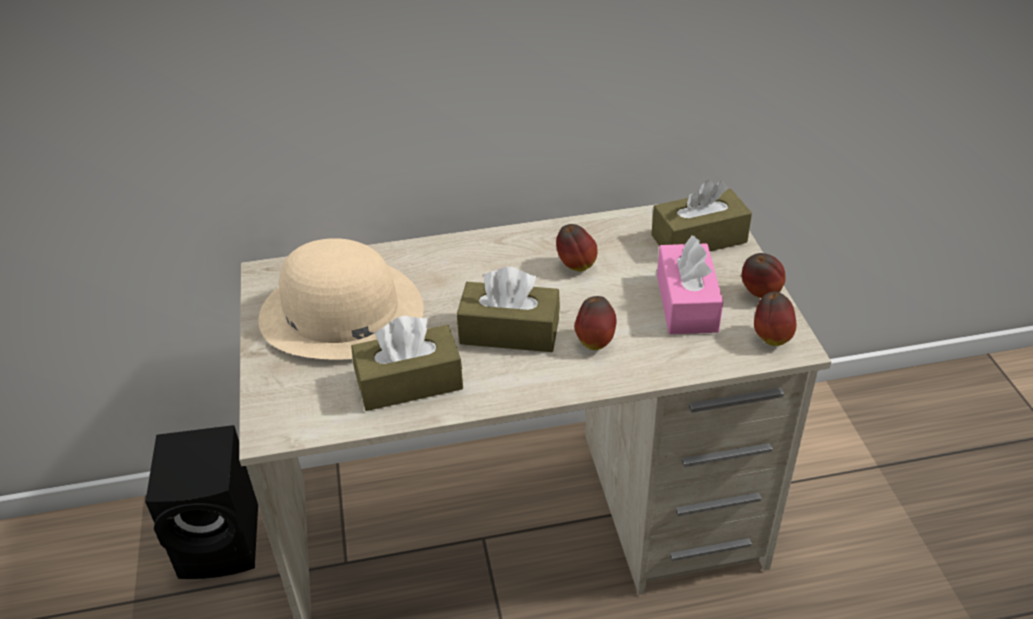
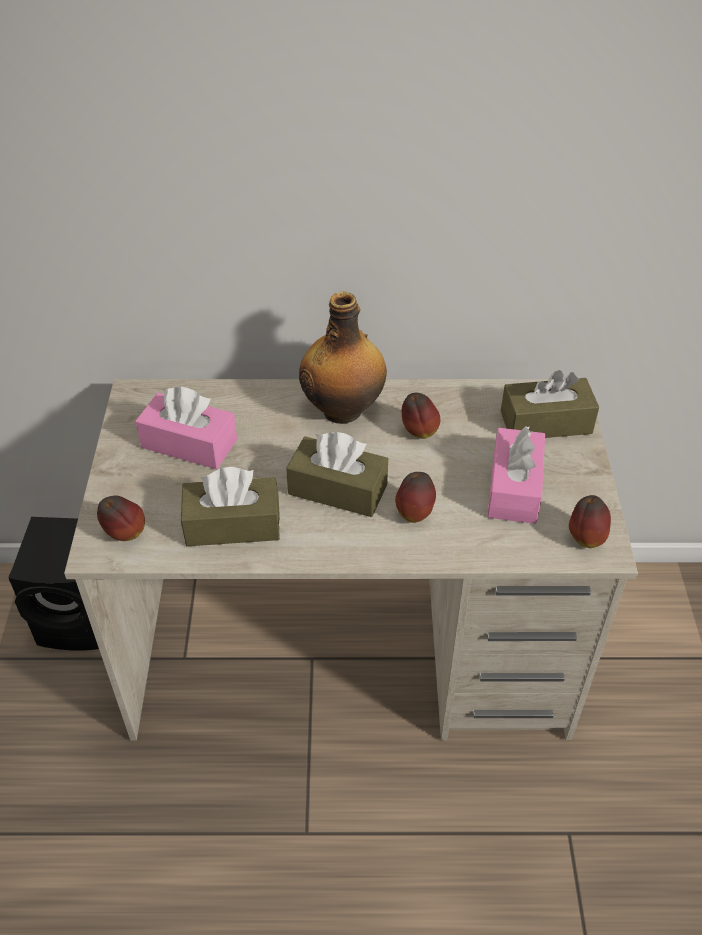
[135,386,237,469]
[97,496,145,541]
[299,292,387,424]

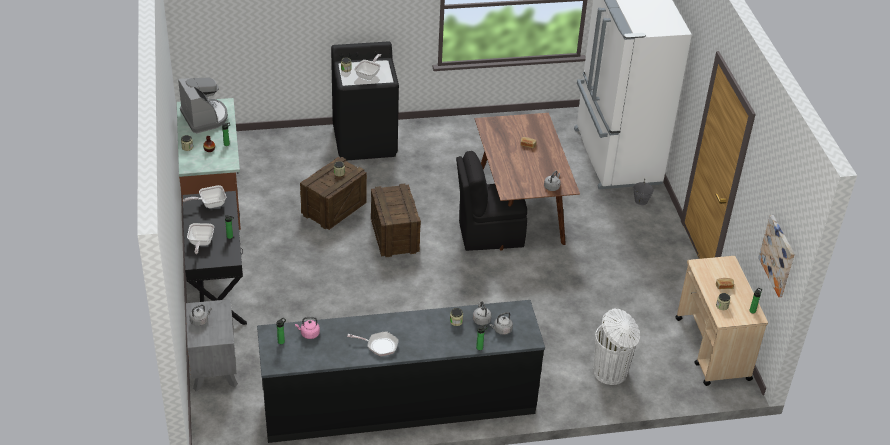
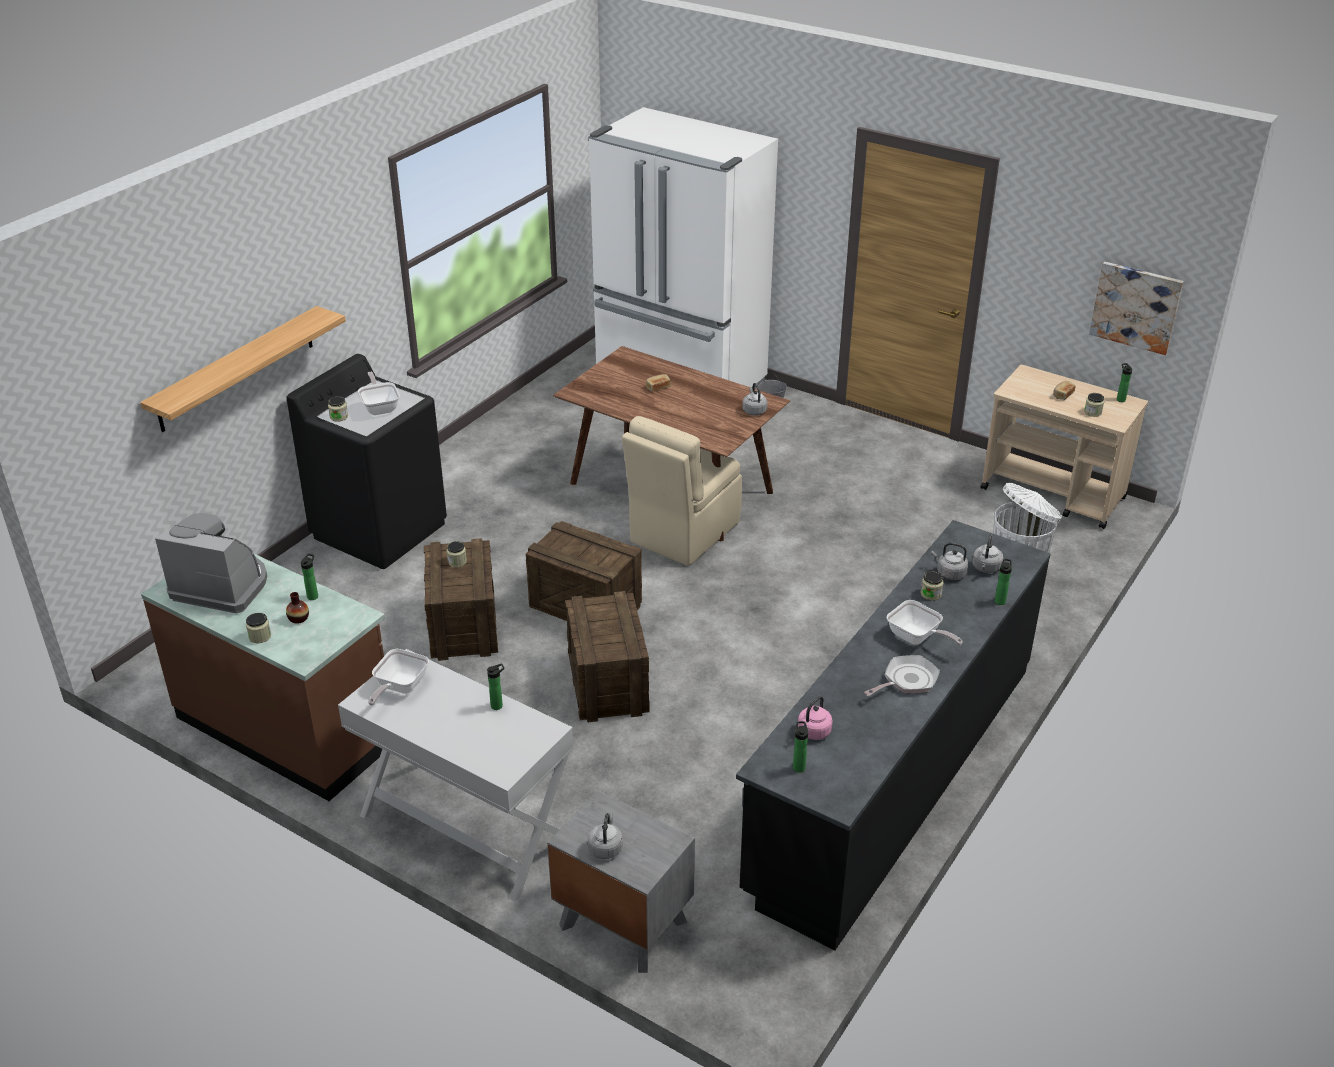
[622,416,742,566]
[338,649,574,901]
[887,600,963,646]
[140,306,346,432]
[565,591,650,722]

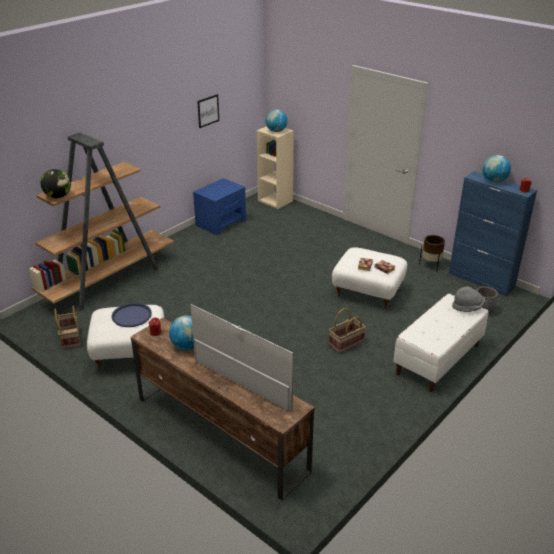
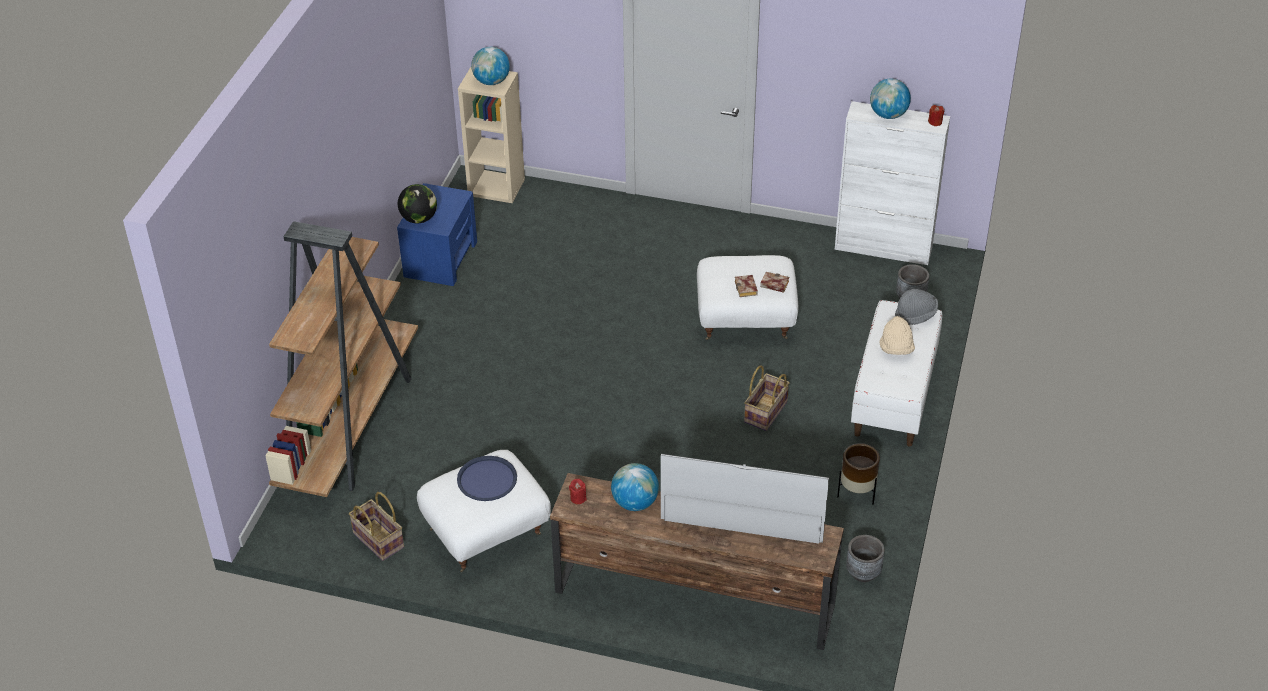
[197,94,219,128] (first image)
[398,184,437,224]
[835,101,950,265]
[837,443,880,504]
[879,316,915,355]
[846,535,885,582]

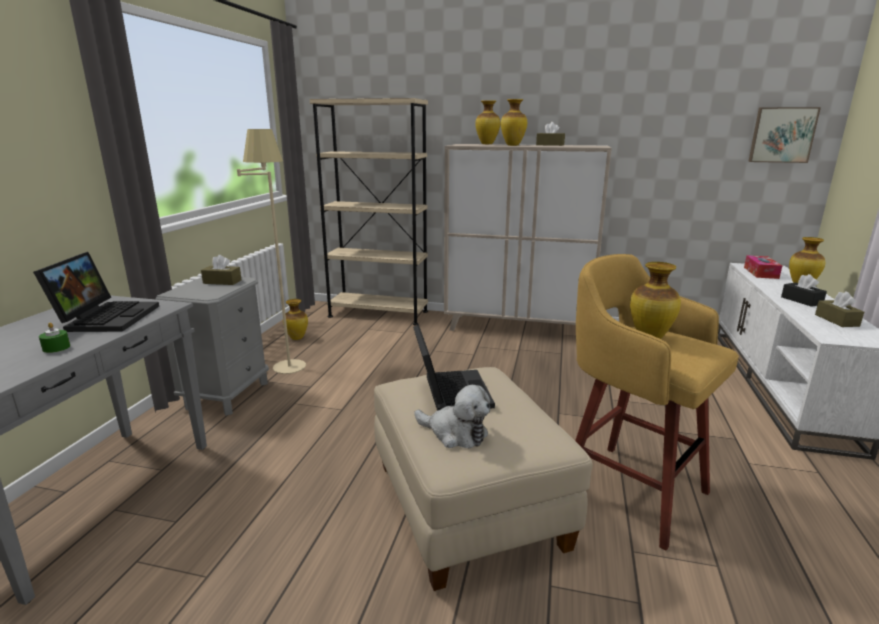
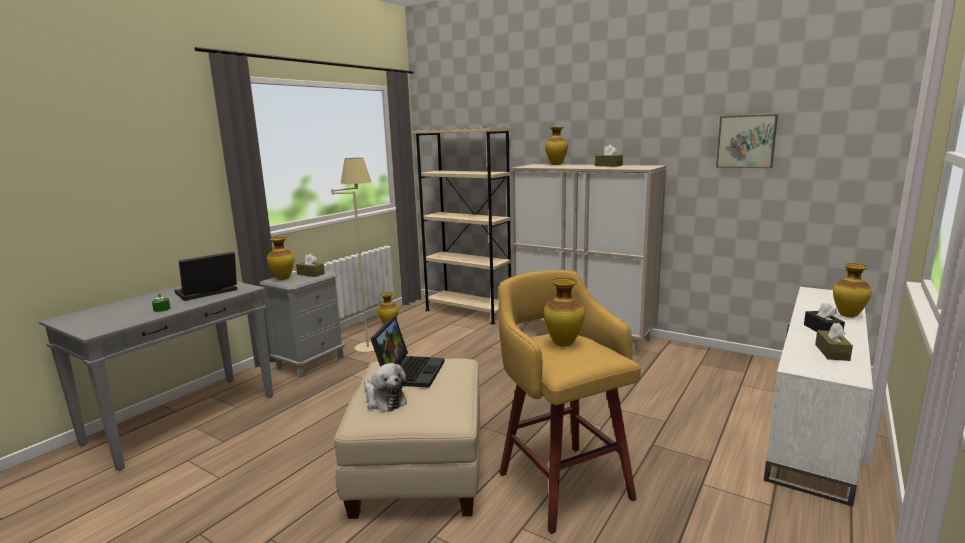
[267,237,294,280]
[716,114,778,168]
[174,252,237,301]
[744,255,782,279] (first image)

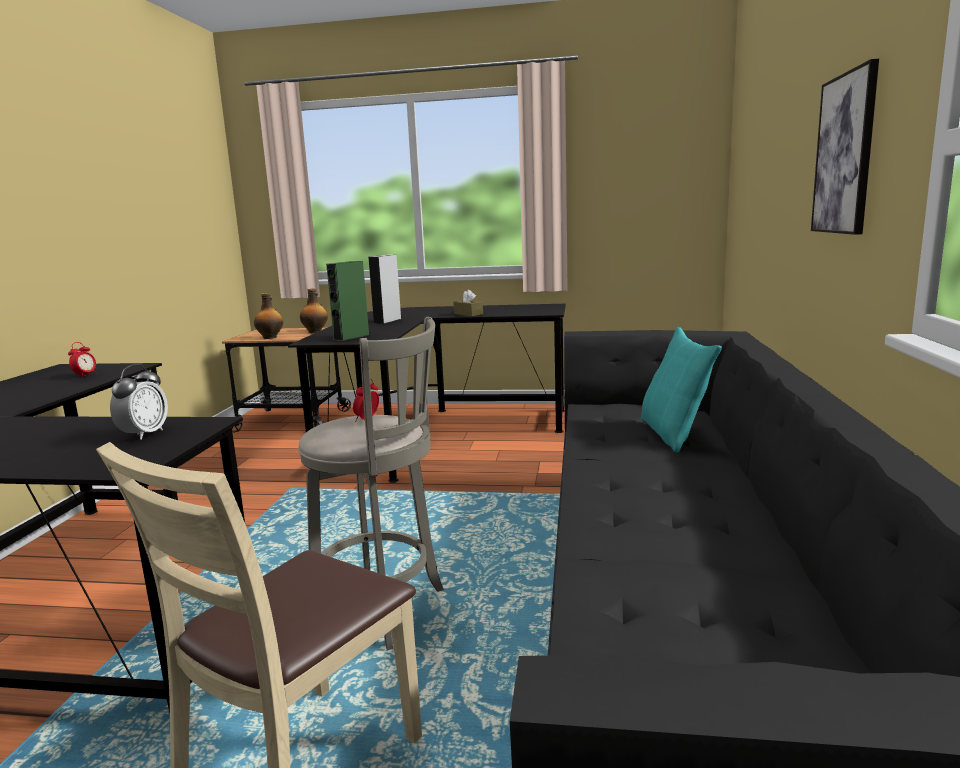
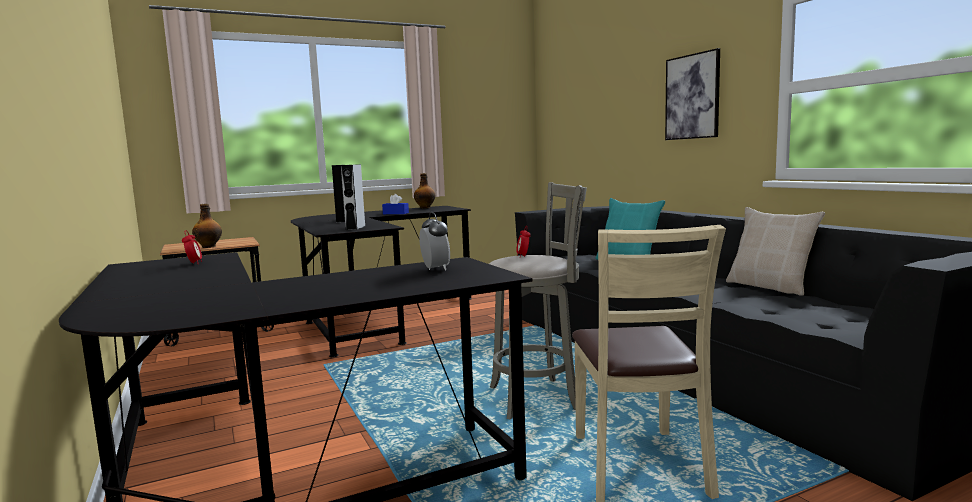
[341,164,365,230]
[414,173,435,209]
[382,194,409,214]
[726,207,825,296]

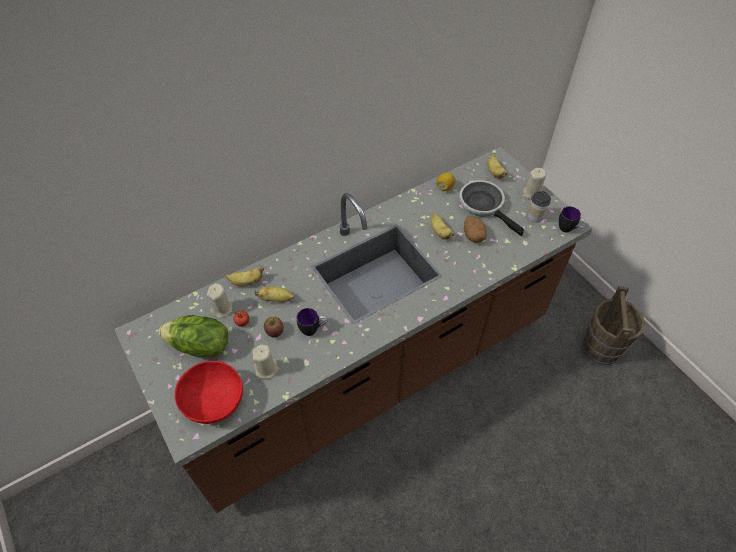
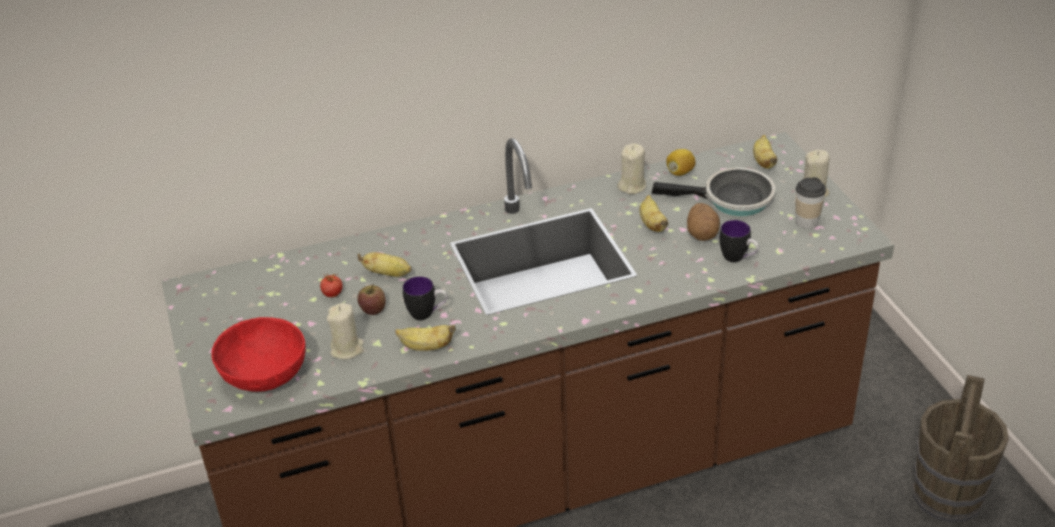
[651,167,776,216]
[720,220,759,262]
[395,325,456,351]
[617,143,646,195]
[159,315,228,357] (first image)

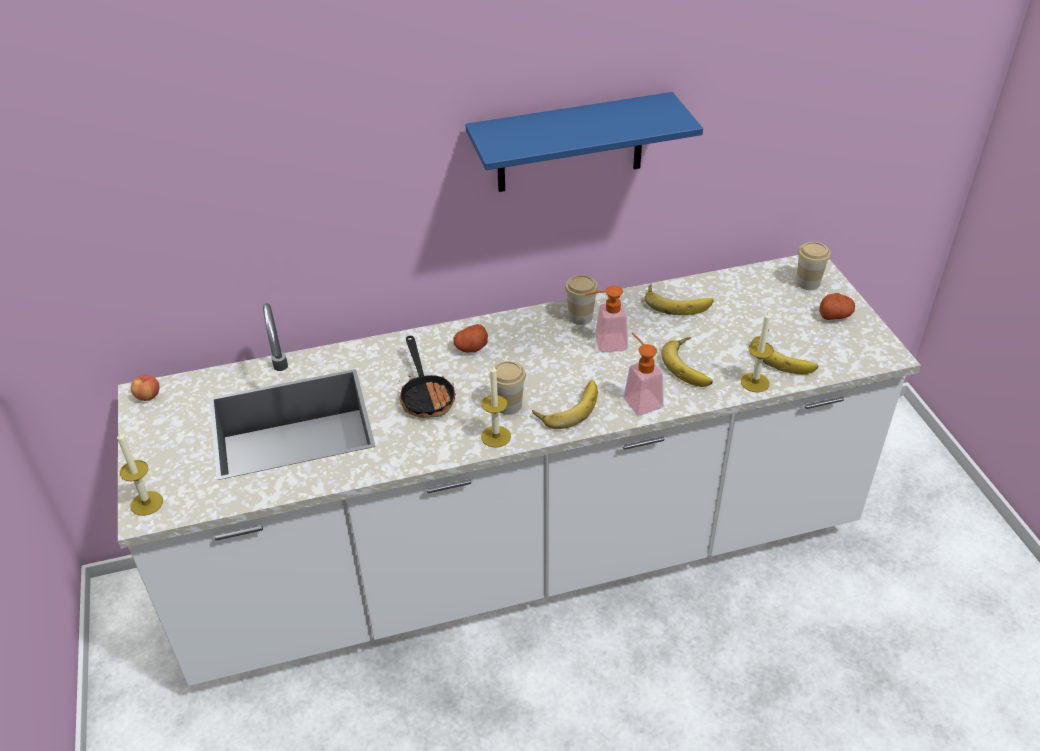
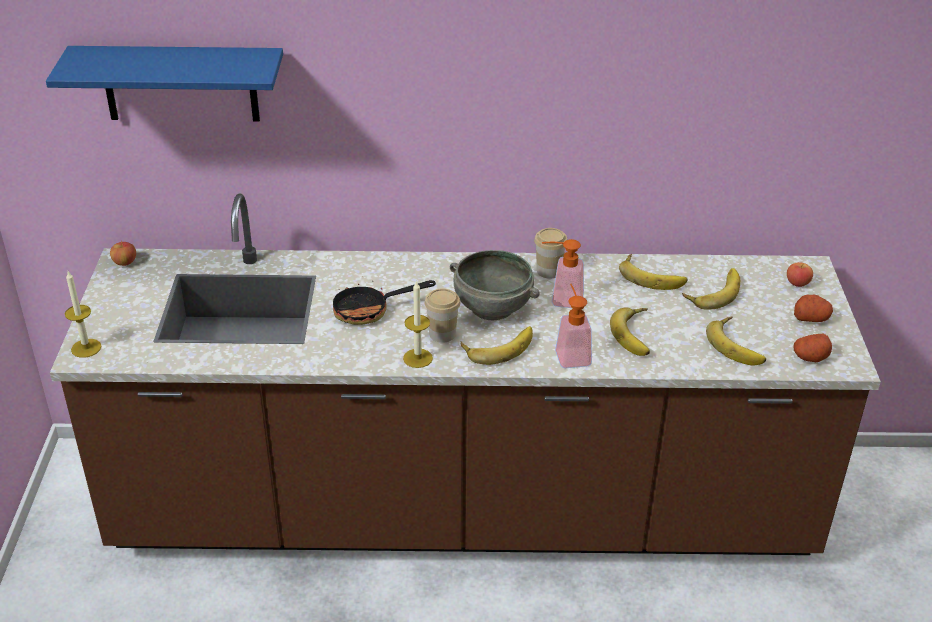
[46,46,283,121]
[787,262,813,287]
[50,194,881,555]
[741,310,774,392] (first image)
[793,334,832,362]
[333,280,436,325]
[450,250,539,320]
[682,268,740,310]

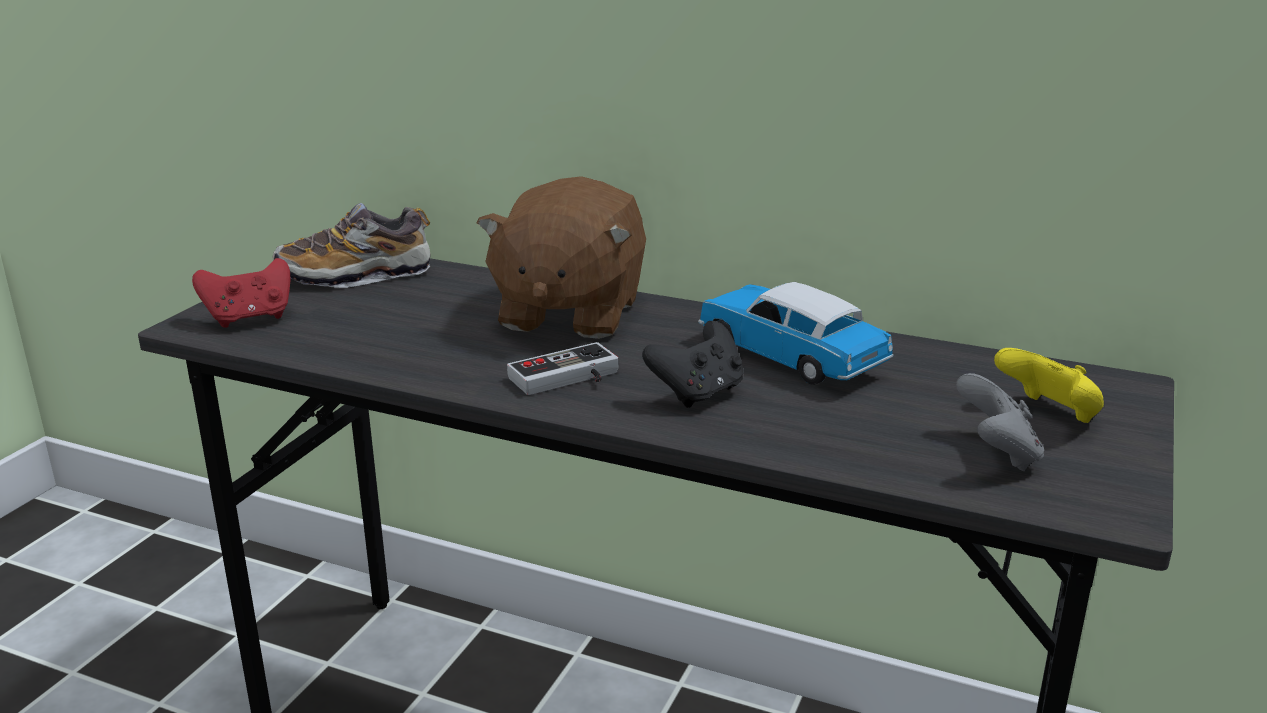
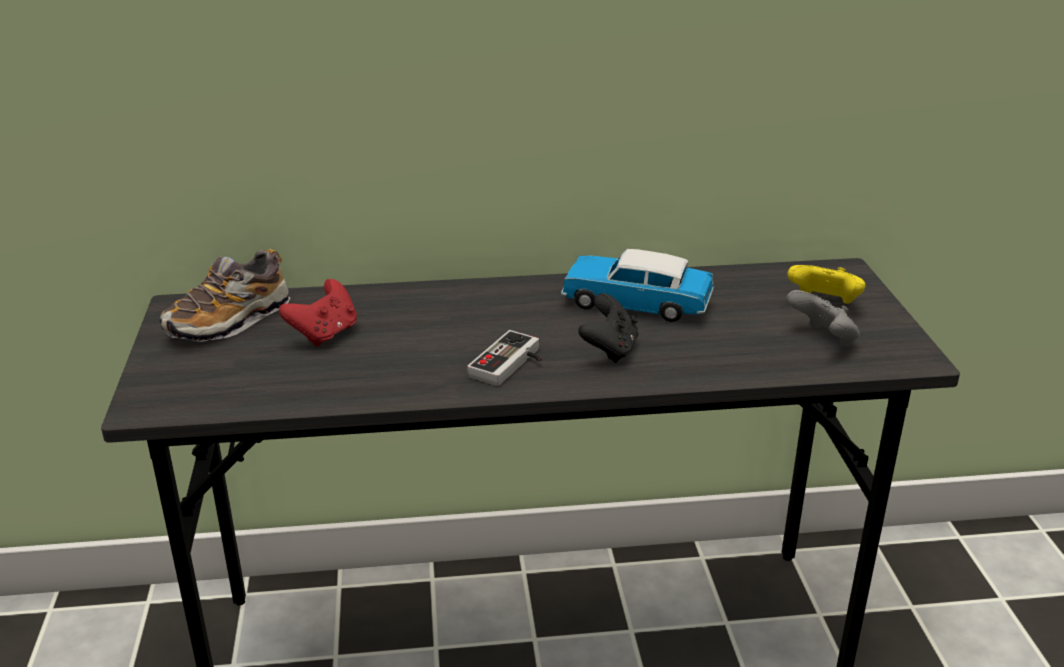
[477,176,646,339] (first image)
[279,279,357,347]

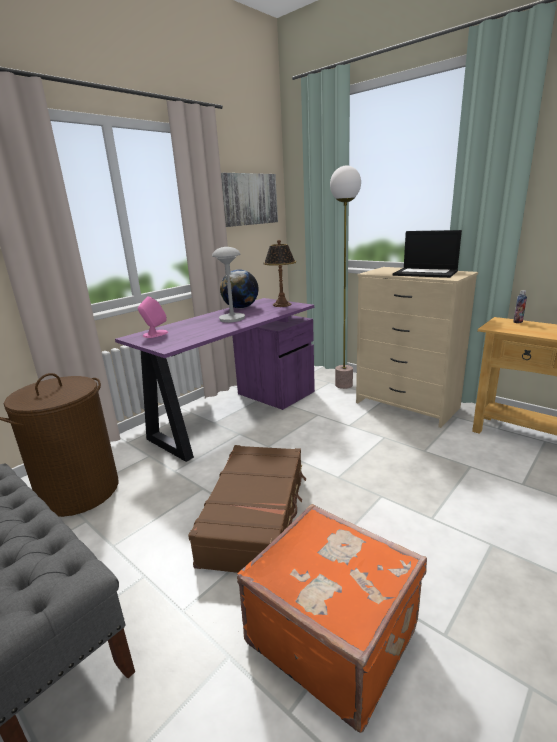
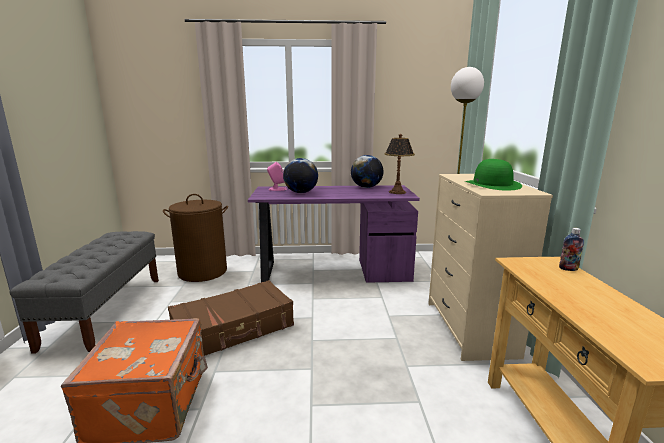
[221,173,278,227] (first image)
[465,159,522,190]
[212,247,245,323] (first image)
[283,158,318,193]

